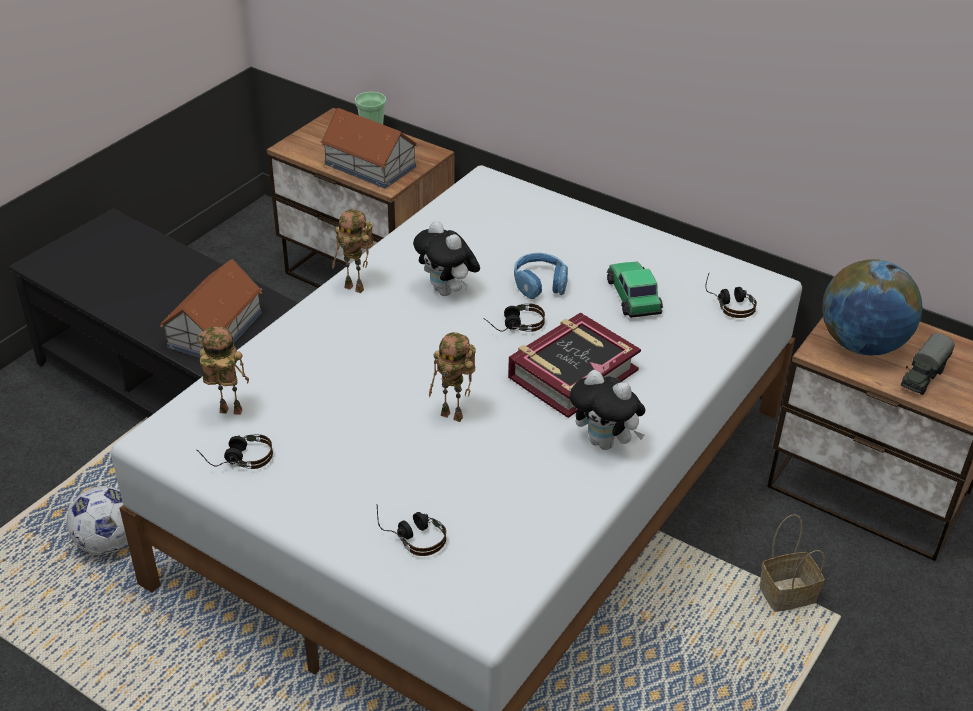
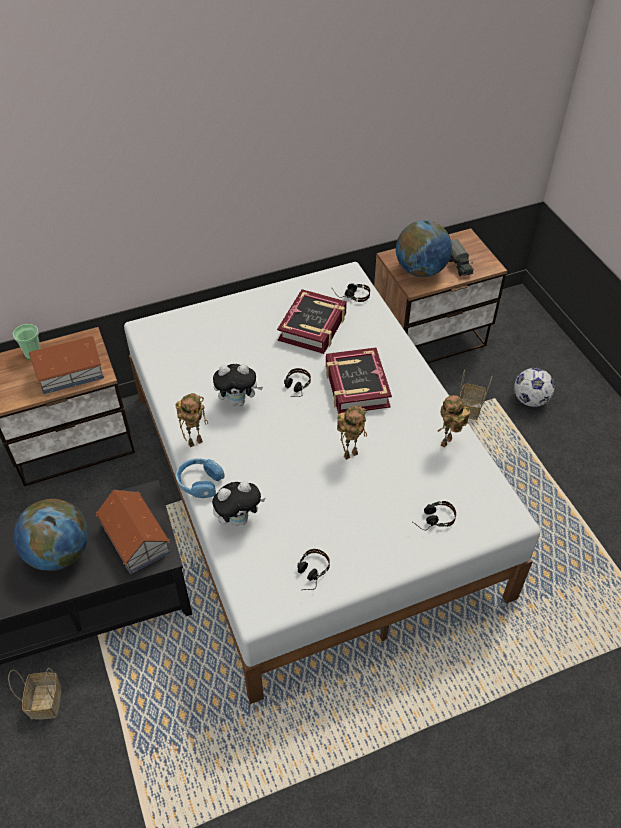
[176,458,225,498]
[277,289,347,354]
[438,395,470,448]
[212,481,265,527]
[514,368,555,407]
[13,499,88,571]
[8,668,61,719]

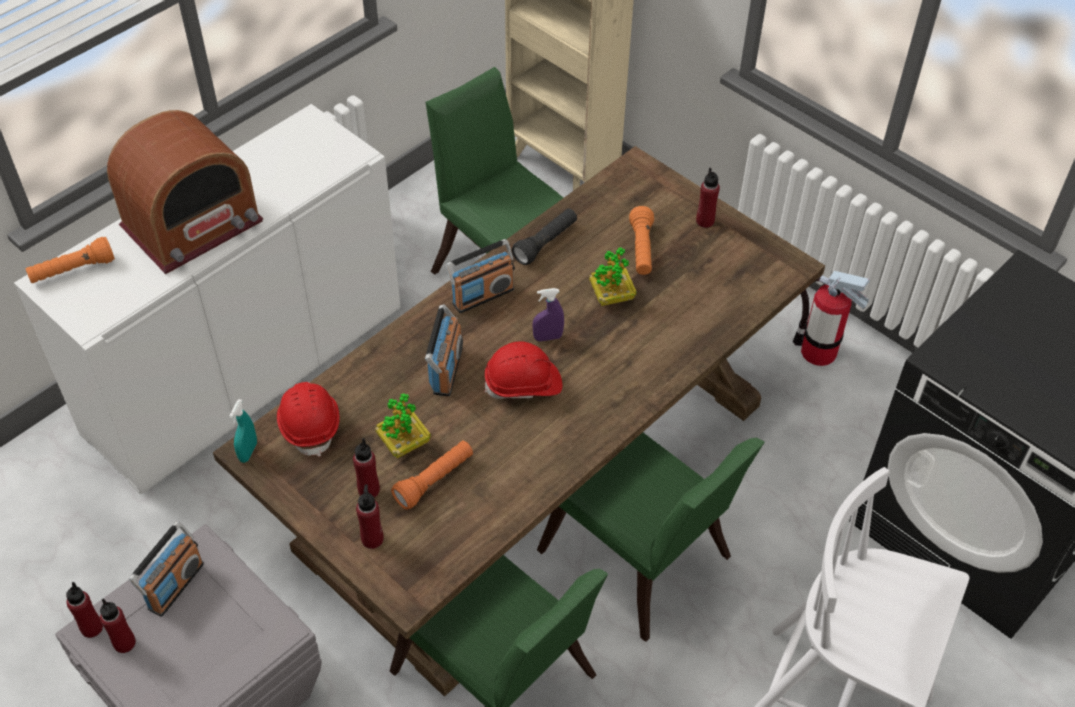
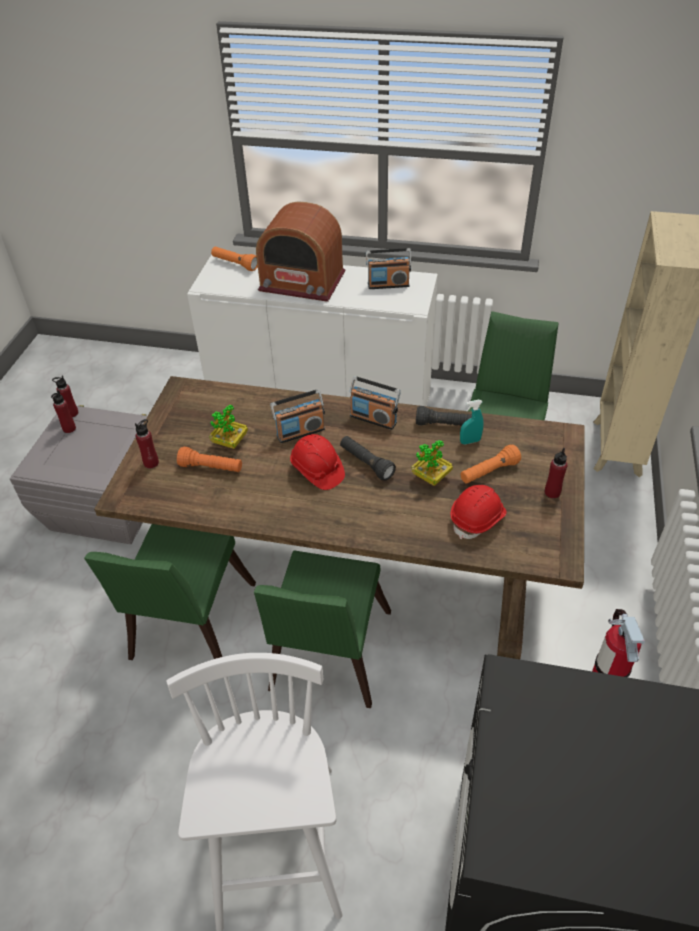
[340,436,396,481]
[451,485,507,539]
[460,400,484,445]
[353,438,380,498] (first image)
[366,248,412,289]

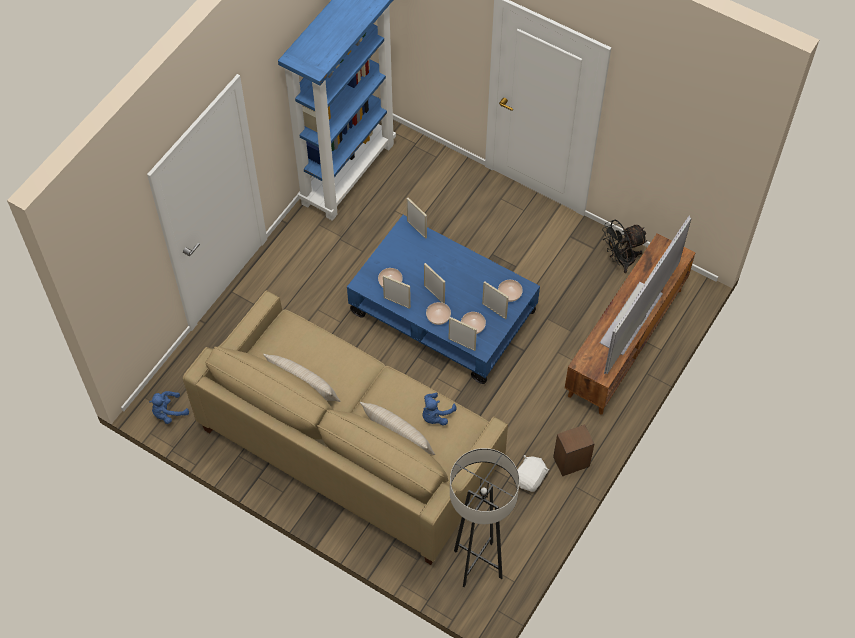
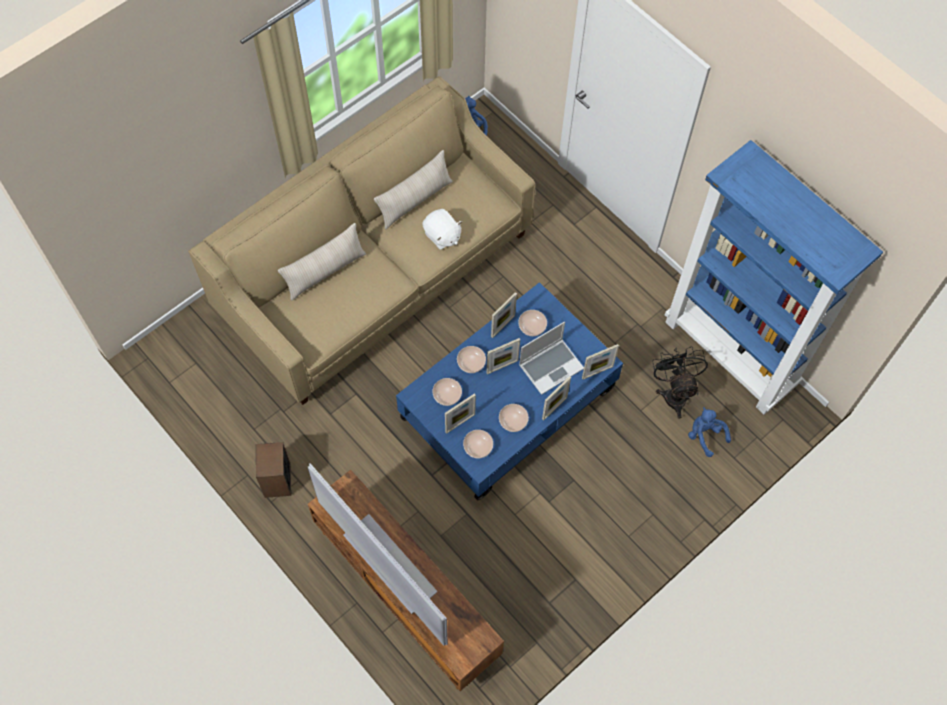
[652,346,708,419]
[542,376,571,421]
[688,407,731,457]
[450,448,520,587] (first image)
[422,209,462,250]
[519,321,584,395]
[499,404,529,432]

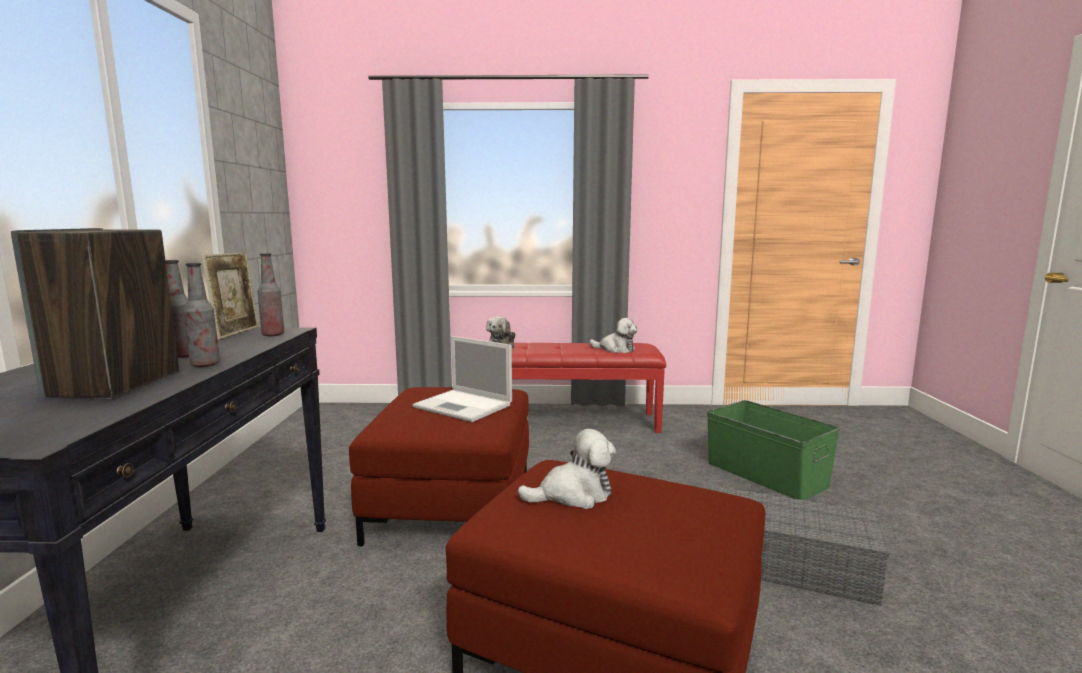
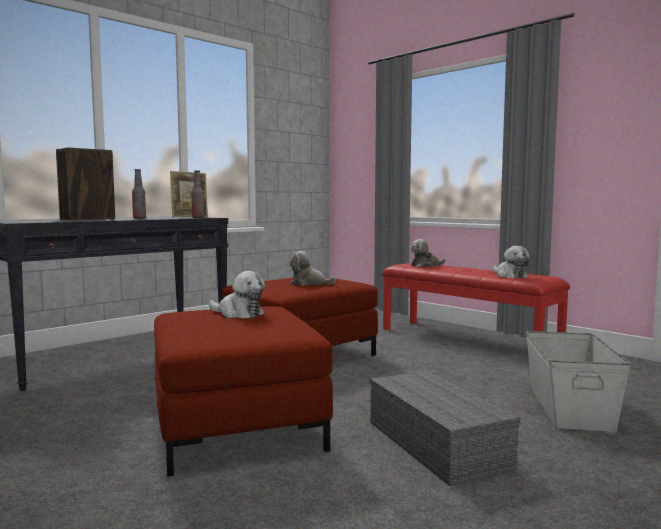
[184,263,220,367] (first image)
[289,251,336,285]
[526,331,631,432]

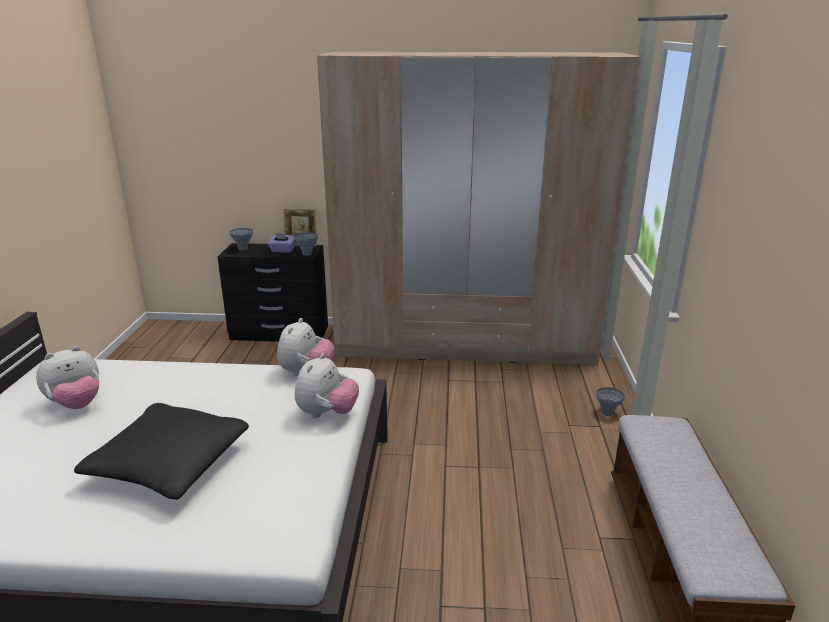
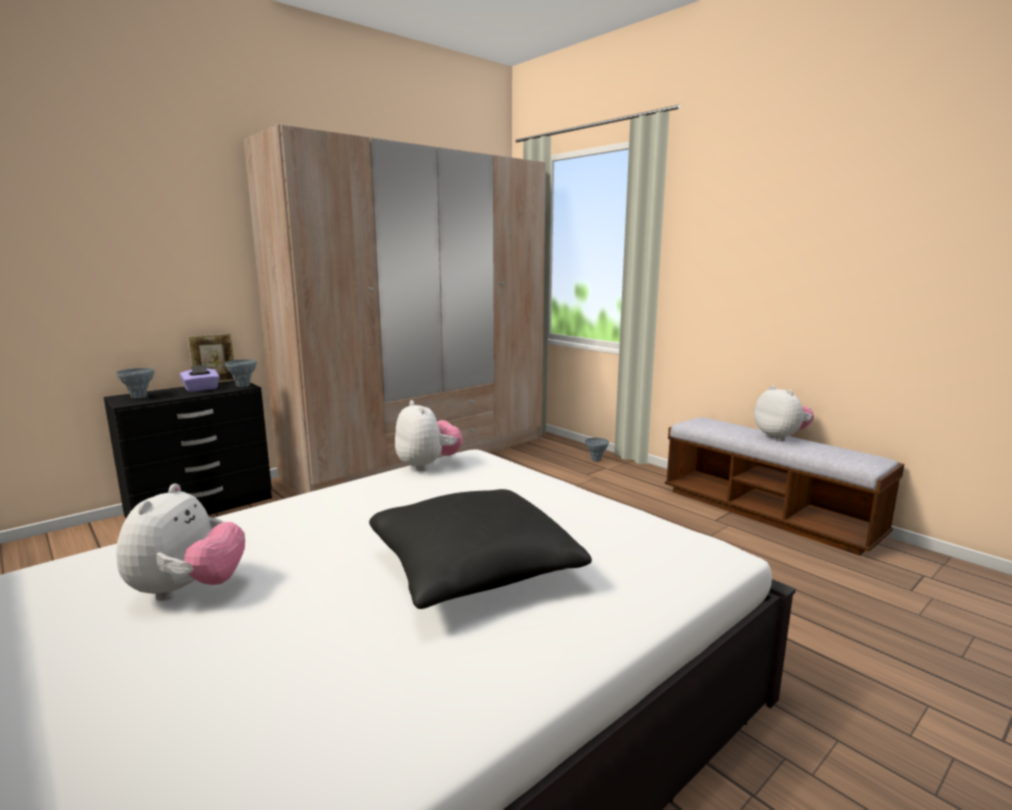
[754,385,814,441]

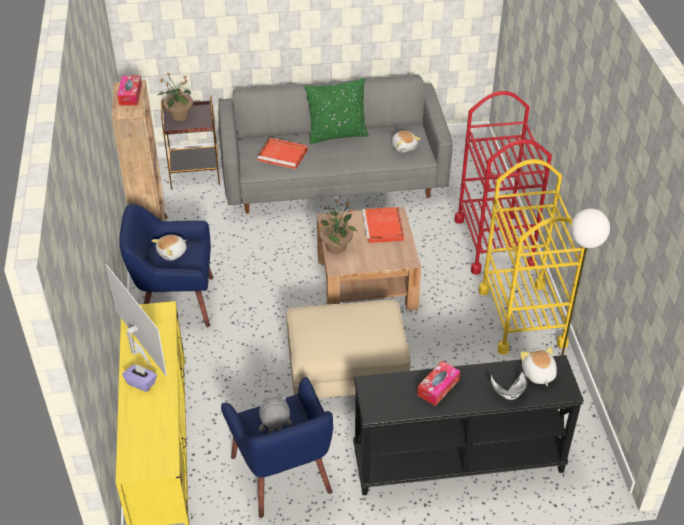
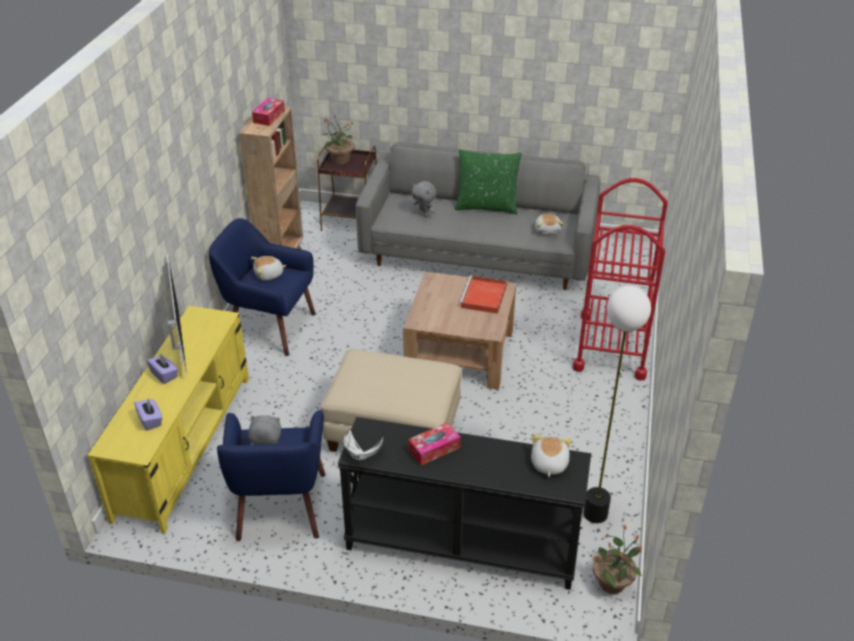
[411,181,437,217]
[478,159,585,355] (first image)
[591,524,643,594]
[343,429,384,460]
[134,399,162,430]

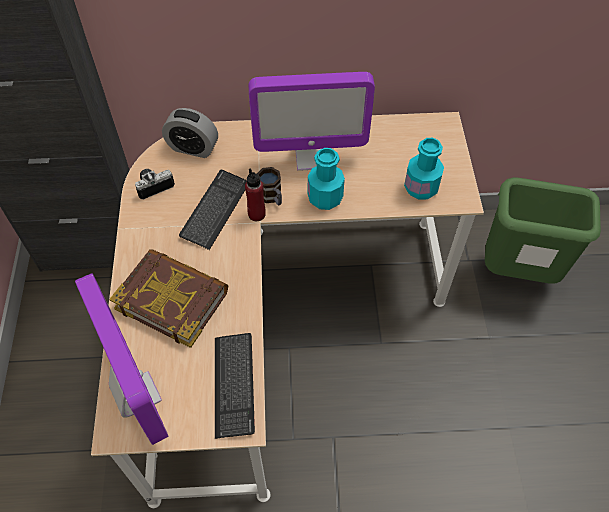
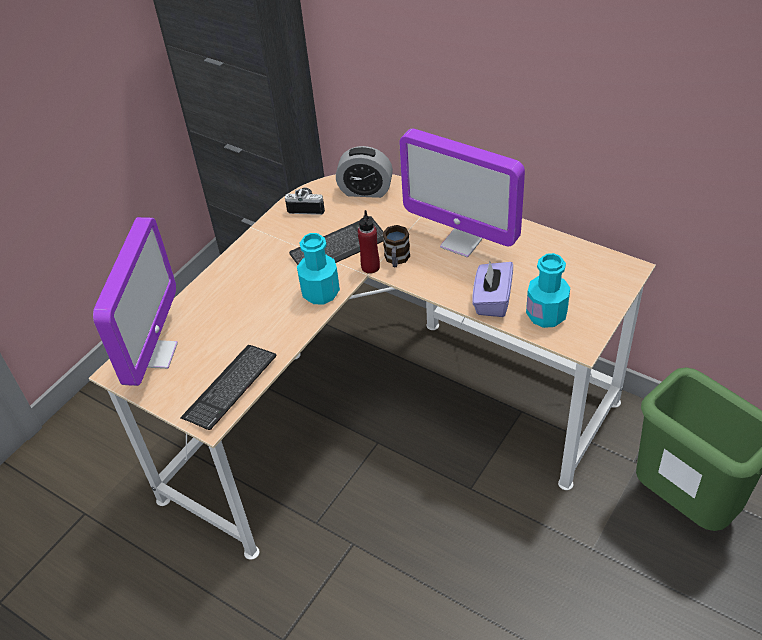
[336,146,393,198]
[297,233,340,304]
[109,249,228,348] (first image)
[472,261,513,317]

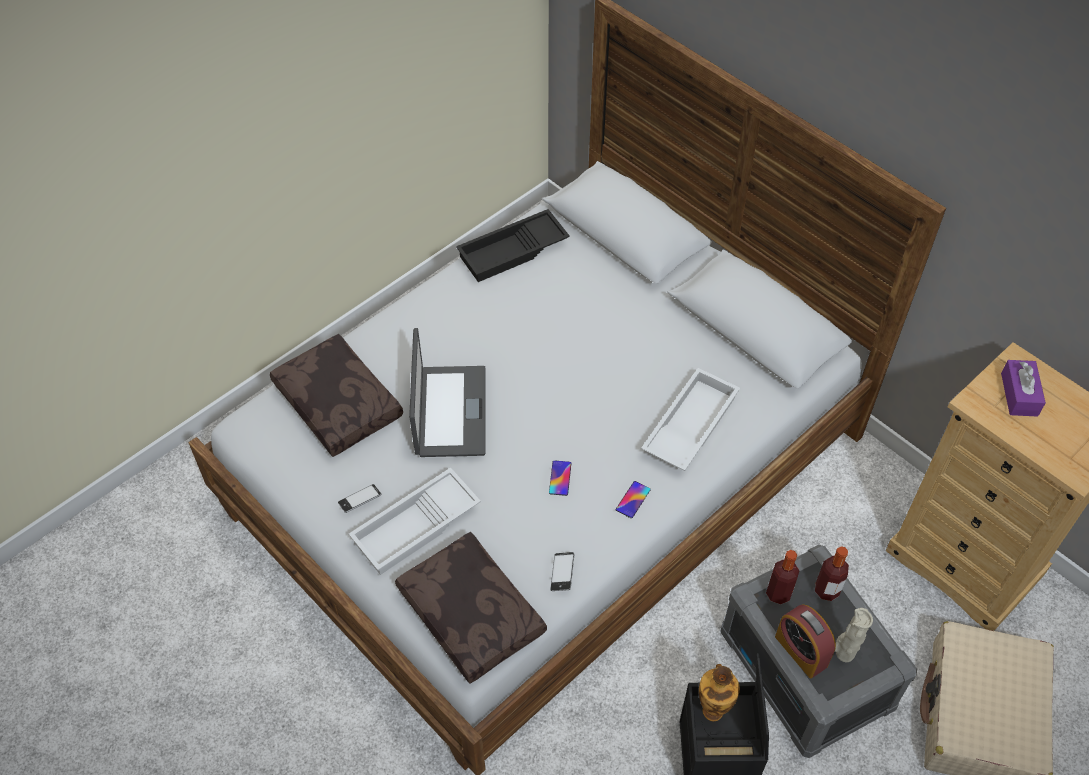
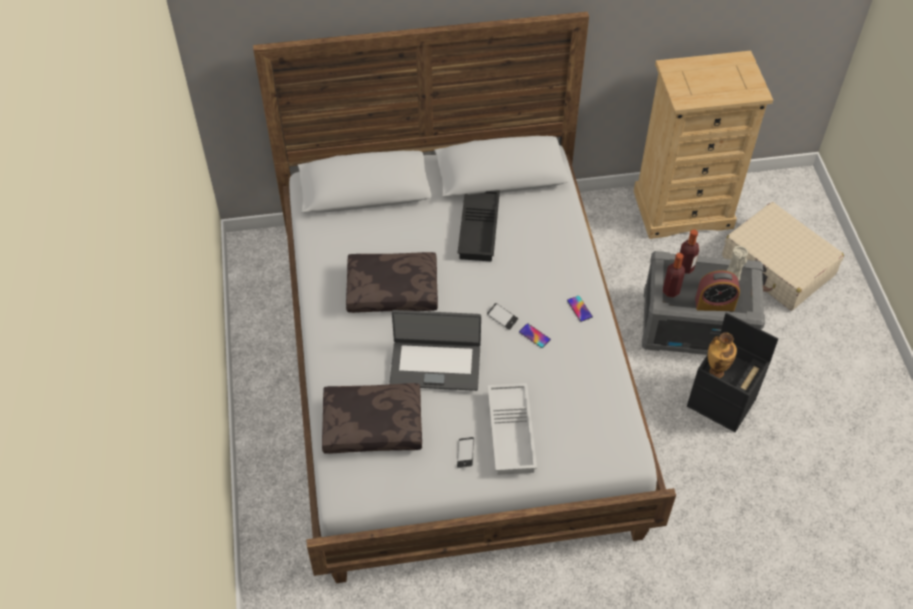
[457,190,500,262]
[389,310,481,391]
[1001,360,1046,417] (first image)
[641,368,740,471] (first image)
[346,252,438,313]
[487,303,518,330]

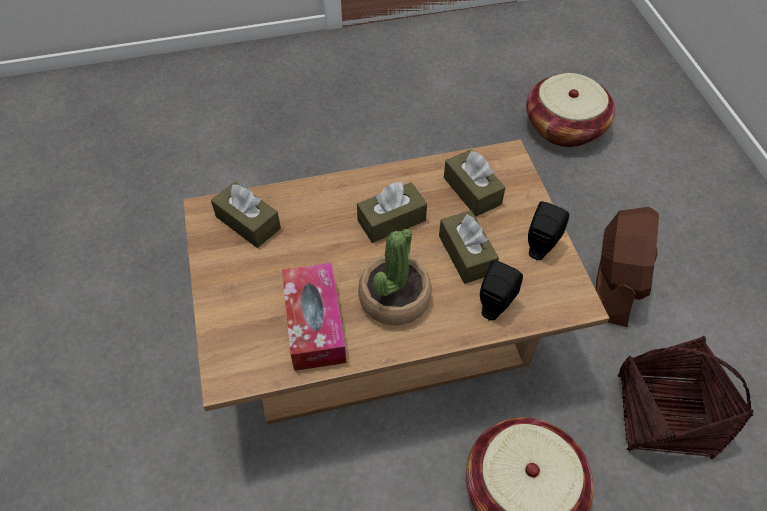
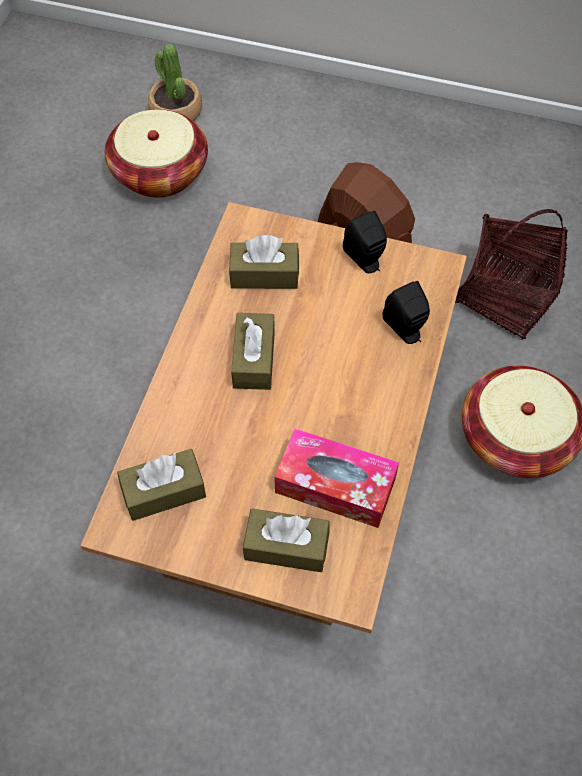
[243,508,330,572]
[148,44,202,121]

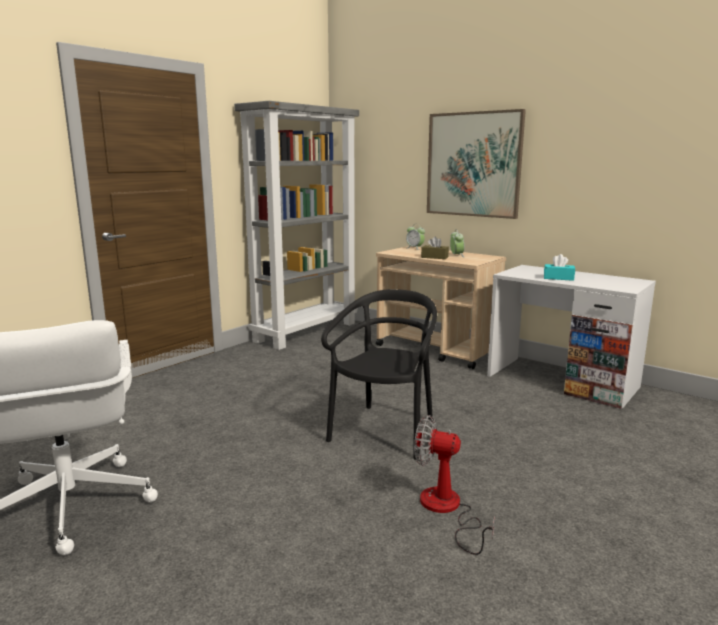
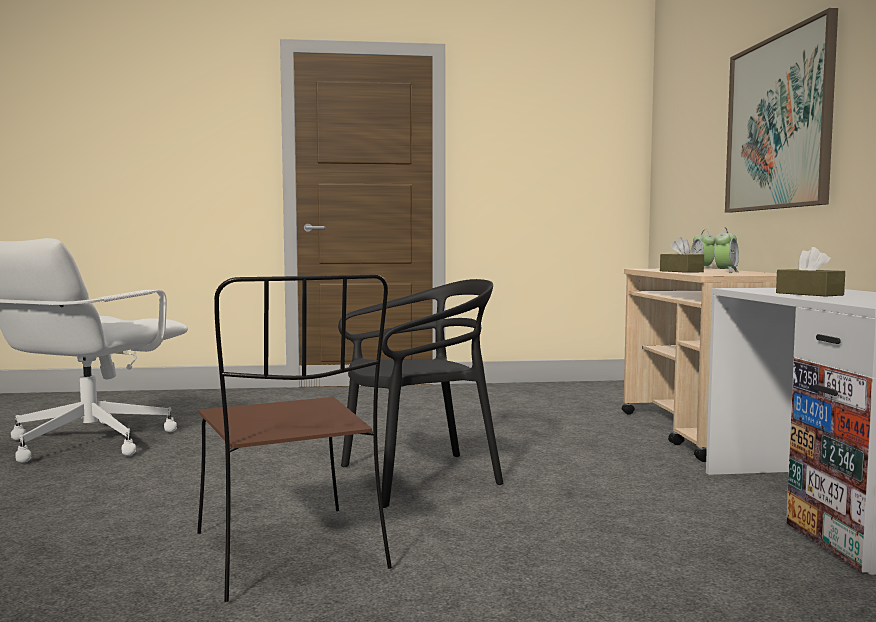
[234,101,359,350] (first image)
[776,247,845,297]
[197,274,392,602]

